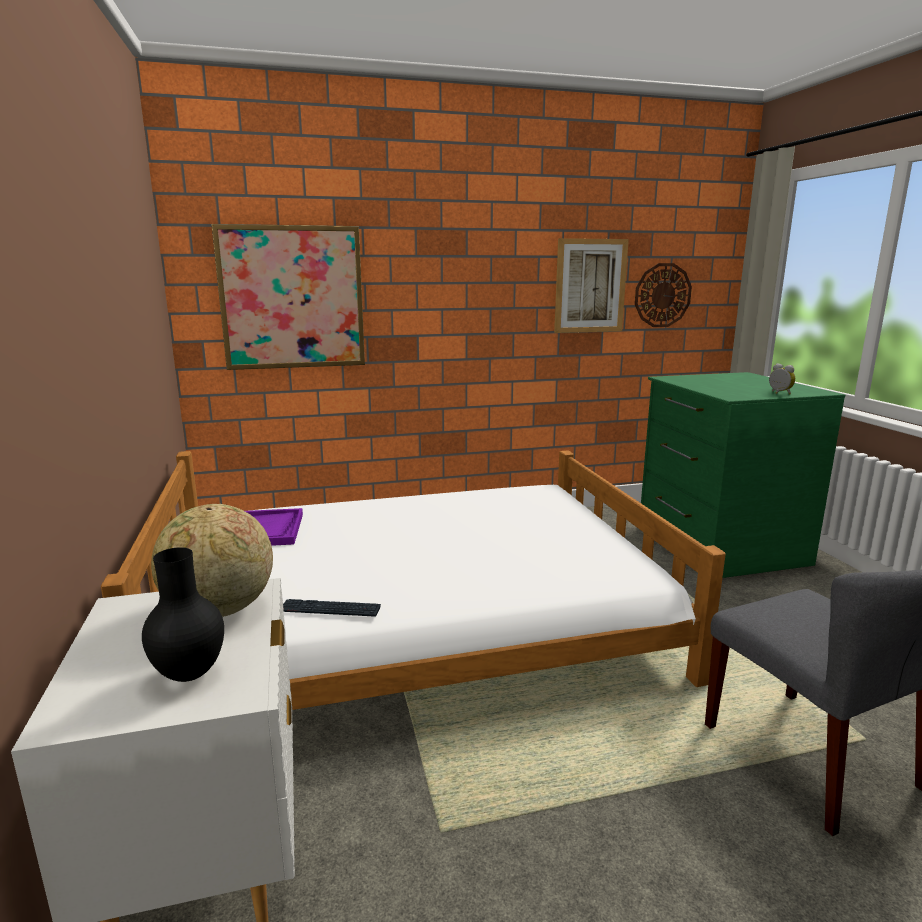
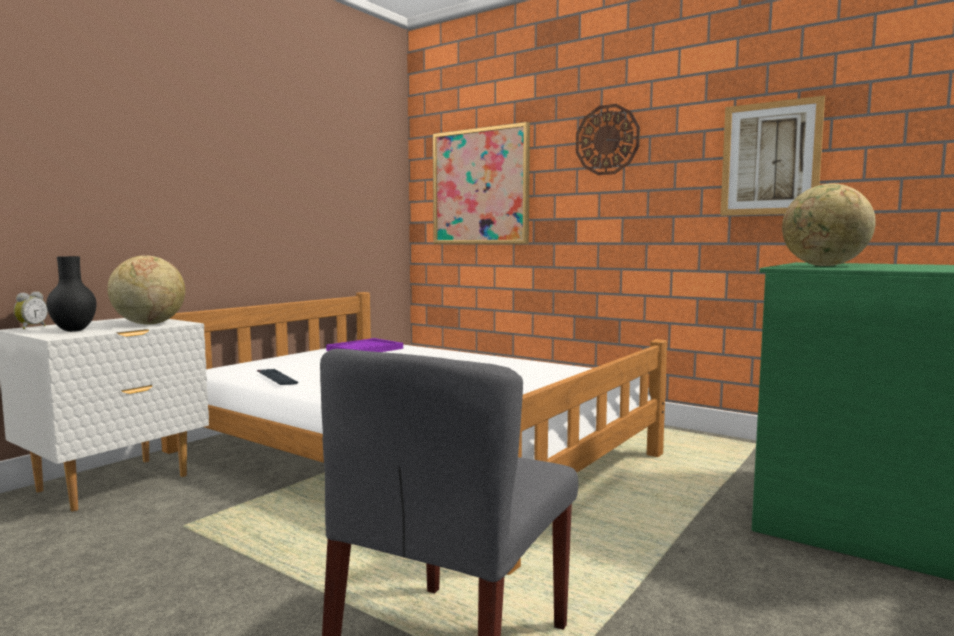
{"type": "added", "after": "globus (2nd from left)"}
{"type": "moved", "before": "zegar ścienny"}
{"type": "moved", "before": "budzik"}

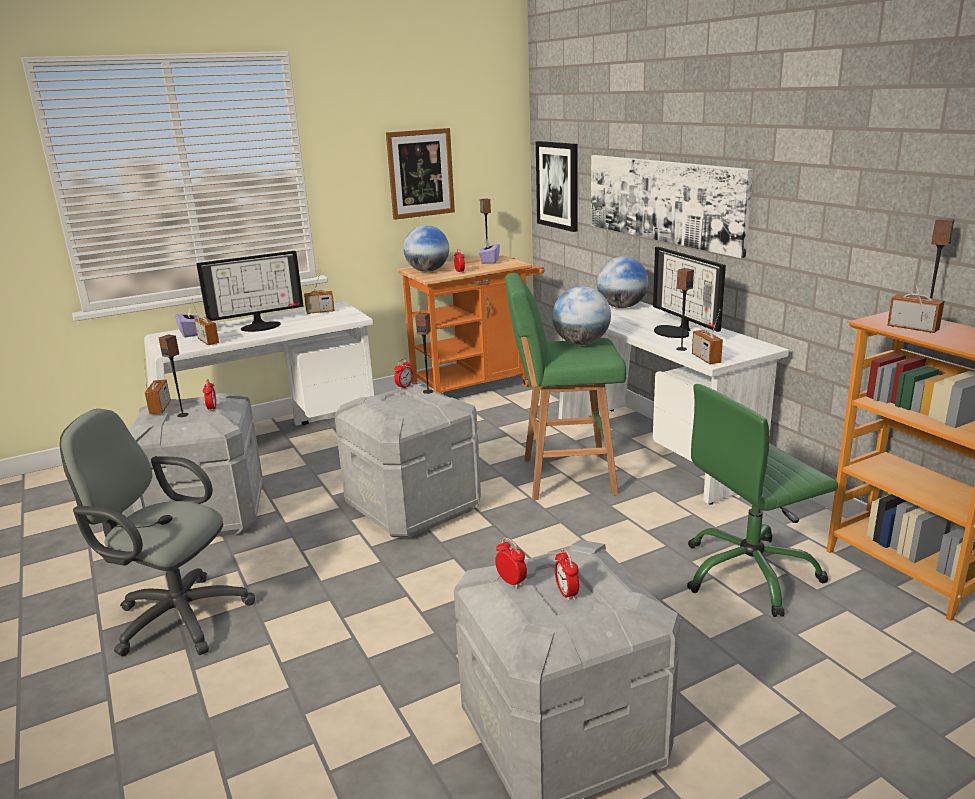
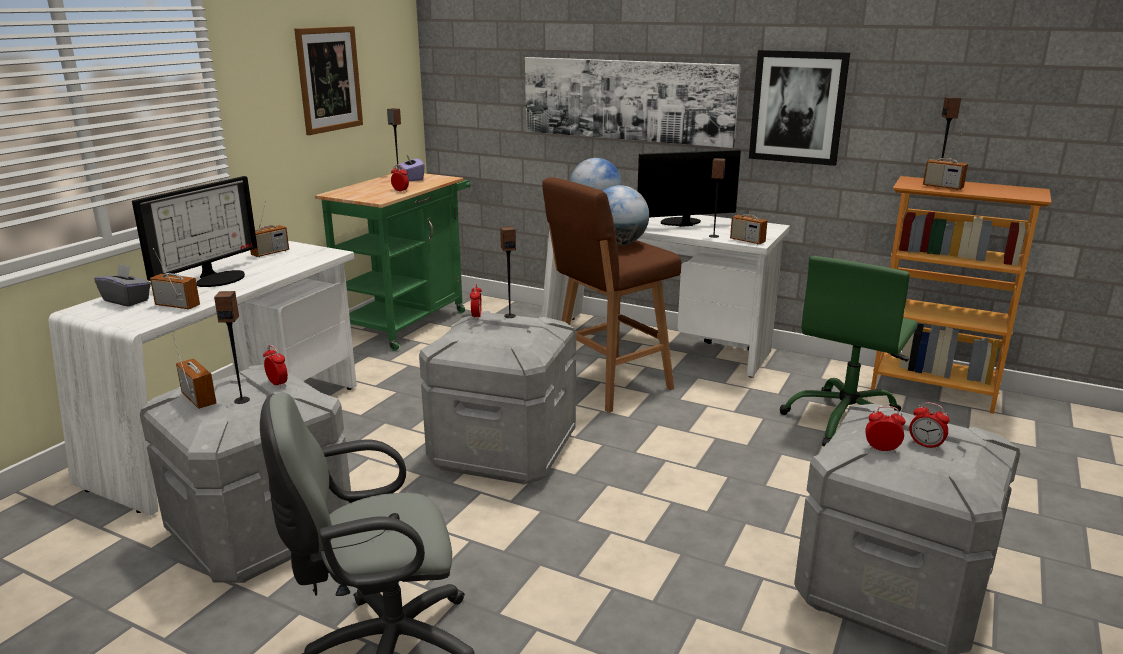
{"type": "removed", "before": "globus (1st from left)"}
{"type": "moved", "before": "obraz (2nd from left in the first image)", "after": "obraz (3rd from left)"}
{"type": "recoloured", "before": "pudełko chusteczek/fioletowy (1st from left)", "after": "pudełko chusteczek/szary"}
{"type": "recoloured", "before": "wózek/pomarańczowy", "after": "wózek/zielony"}
{"type": "recoloured", "before": "stołek/zielony", "after": "stołek/brązowy"}
{"type": "turned", "before": "monitor (2nd from left)", "turn": 135}
{"type": "turned", "before": "radio (5th from left)", "turn": -150}

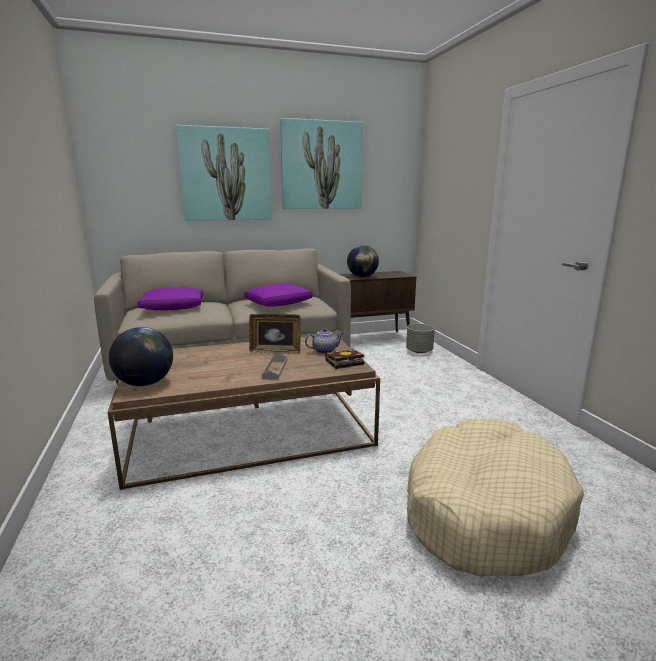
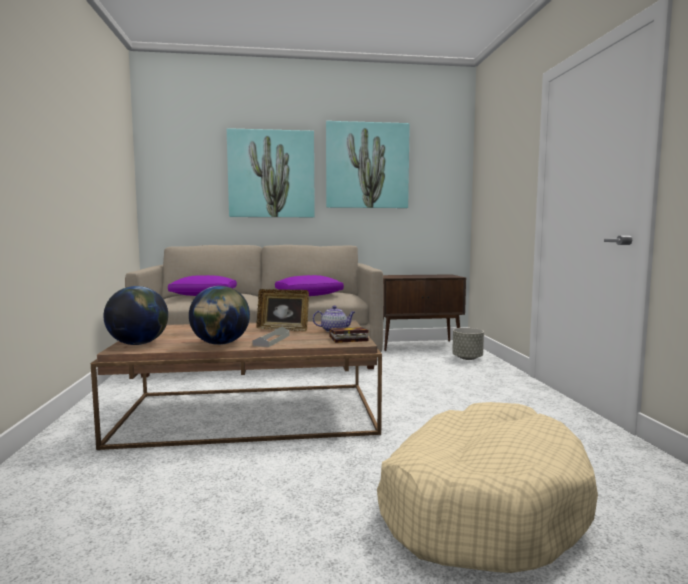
{"type": "moved", "before": "globus (2nd from left)"}

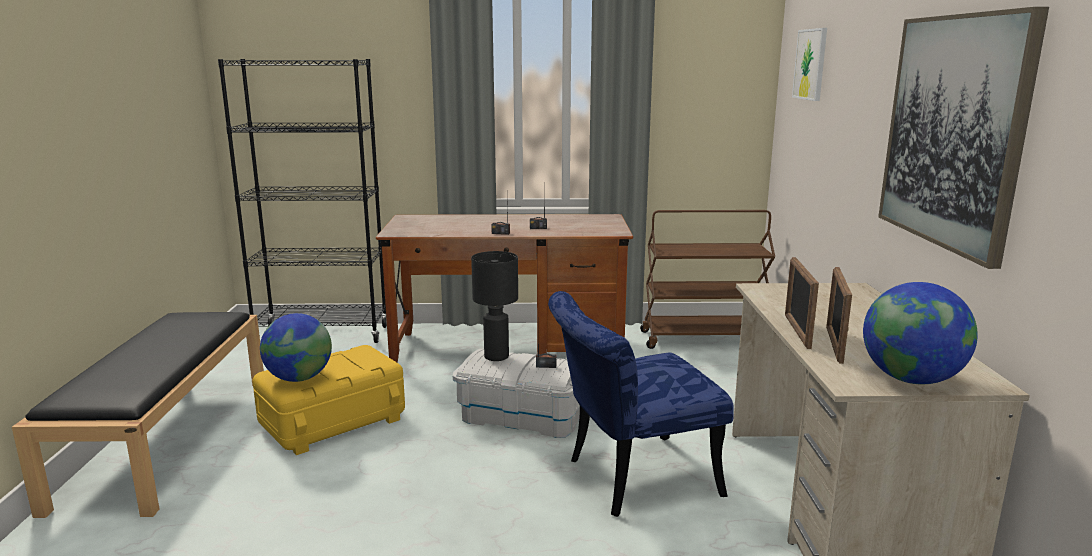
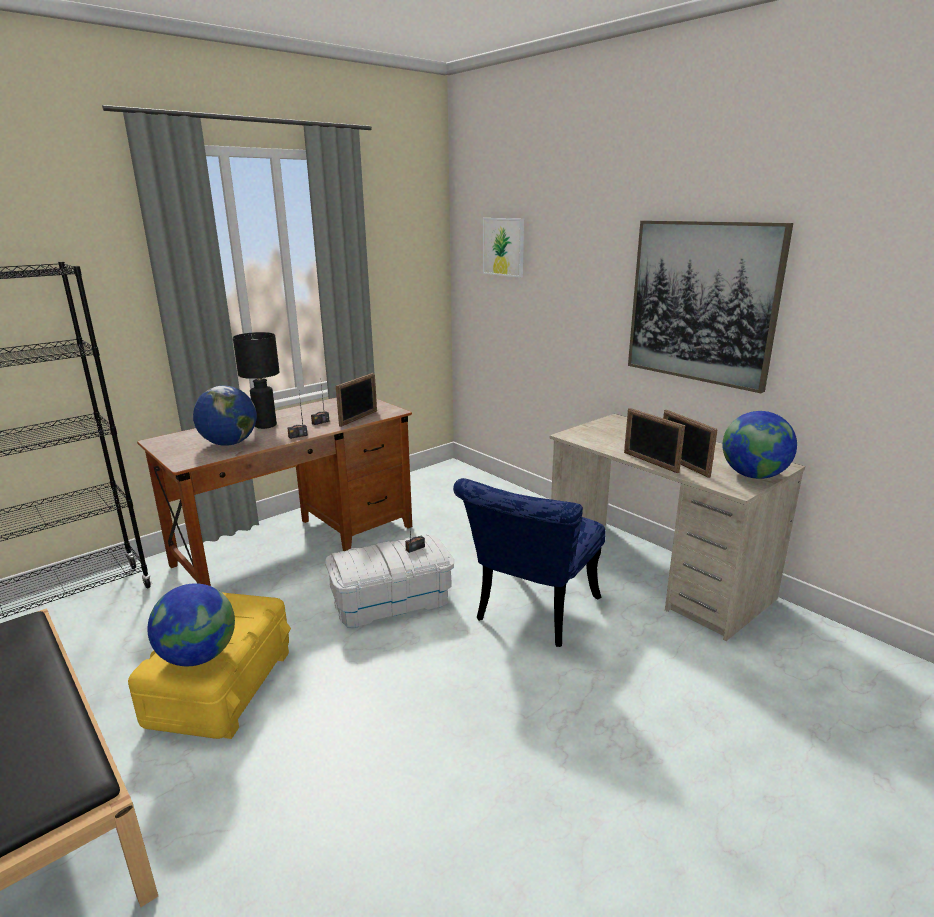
{"type": "removed", "before": "wózek/brązowy"}
{"type": "added", "after": "globus (2nd from left)"}
{"type": "added", "after": "ramka na zdjęcie (1st from left)"}
{"type": "moved", "before": "lampa stołowa/czarny"}

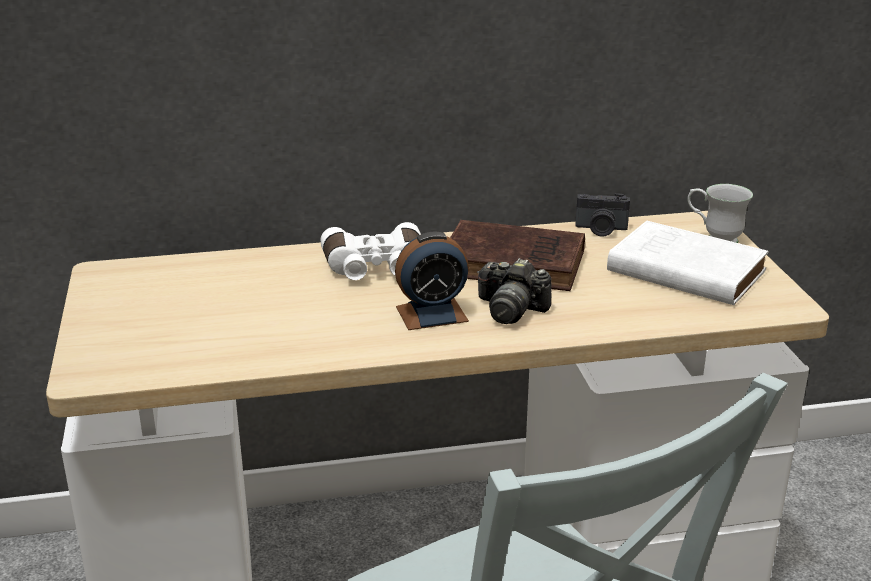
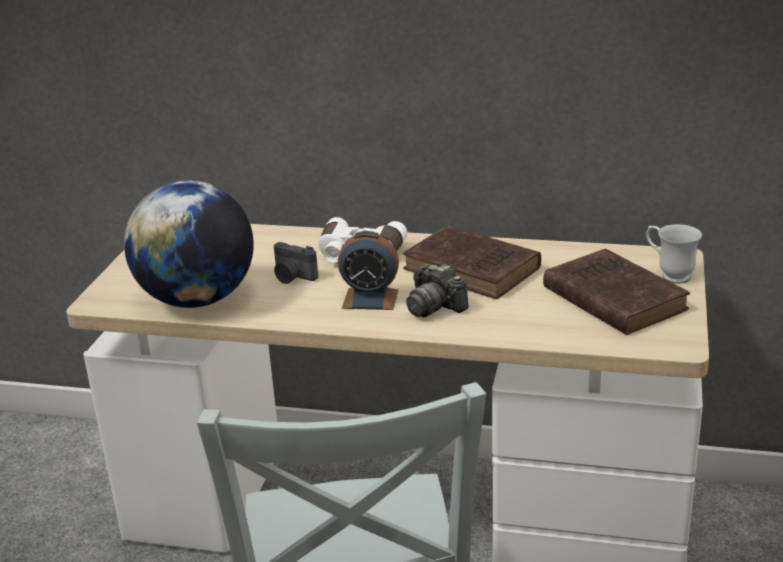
{"type": "added", "after": "globus"}
{"type": "moved", "before": "aparat fotograficzny (2nd from left in the first image)", "after": "aparat fotograficzny (1st from left)"}
{"type": "recoloured", "before": "książka/biały", "after": "książka/brązowy (2nd from left)"}

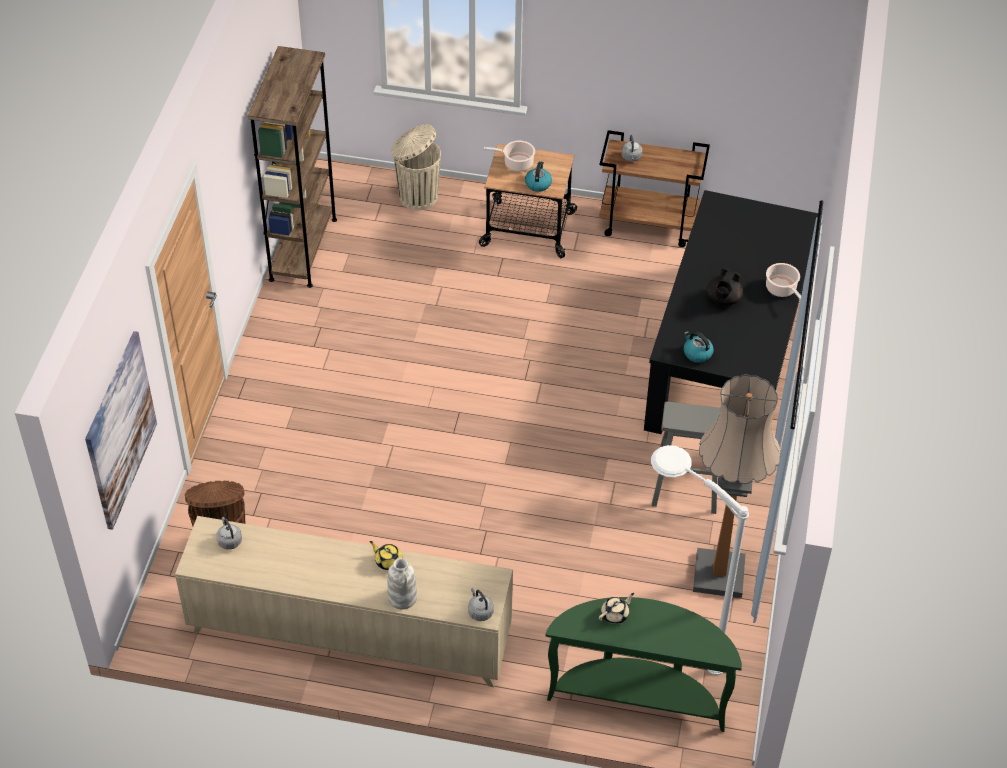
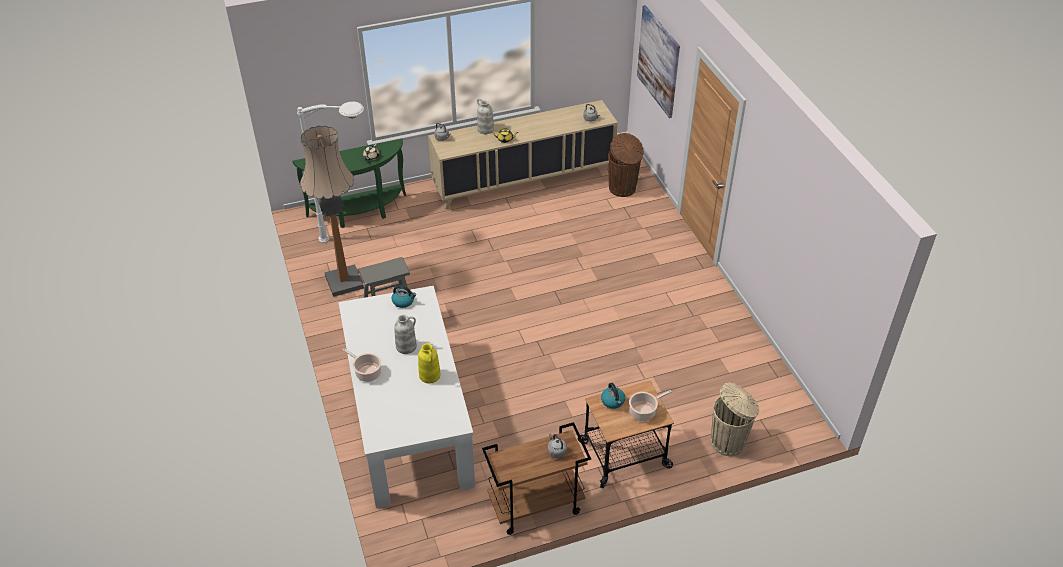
{"type": "removed", "before": "regał/brązowy"}
{"type": "added", "after": "wazon/żółty"}
{"type": "replaced", "before": "imbryk/czarny", "after": "wazon/biały (1st from left)"}
{"type": "recoloured", "before": "stół jadalny/czarny", "after": "stół jadalny/biały"}

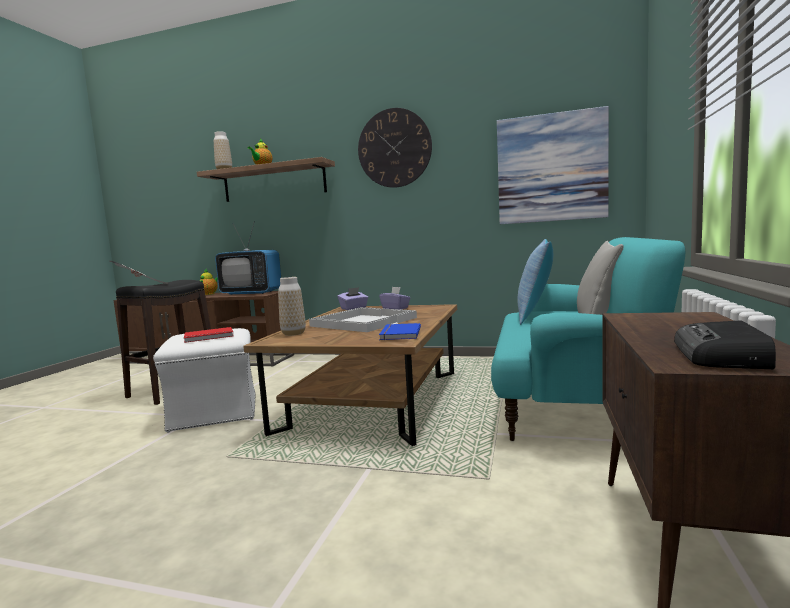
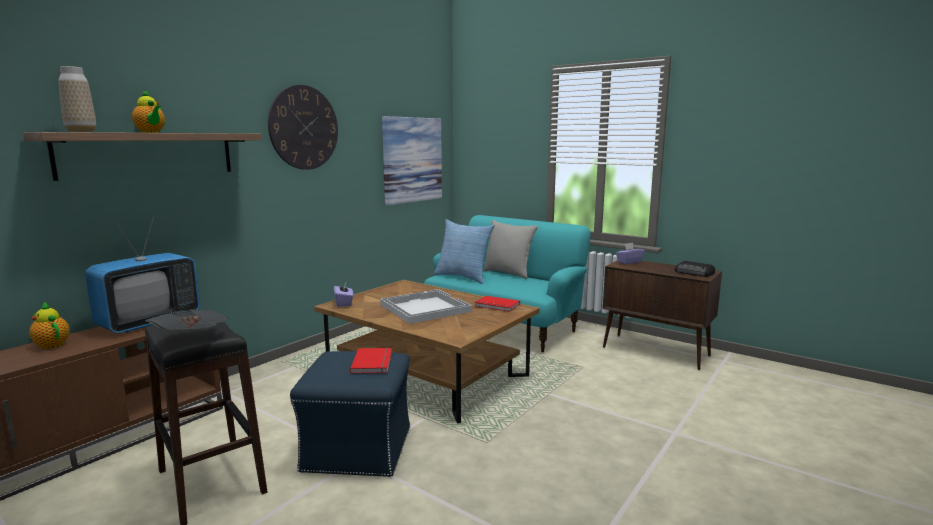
{"type": "removed", "before": "wazon (2nd from left)"}
{"type": "moved", "before": "pudełko chusteczek/fioletowy (2nd from left)"}
{"type": "recoloured", "before": "pufa/biały", "after": "pufa/niebieski"}
{"type": "recoloured", "before": "książka/niebieski", "after": "książka/czerwony (2nd from left)"}

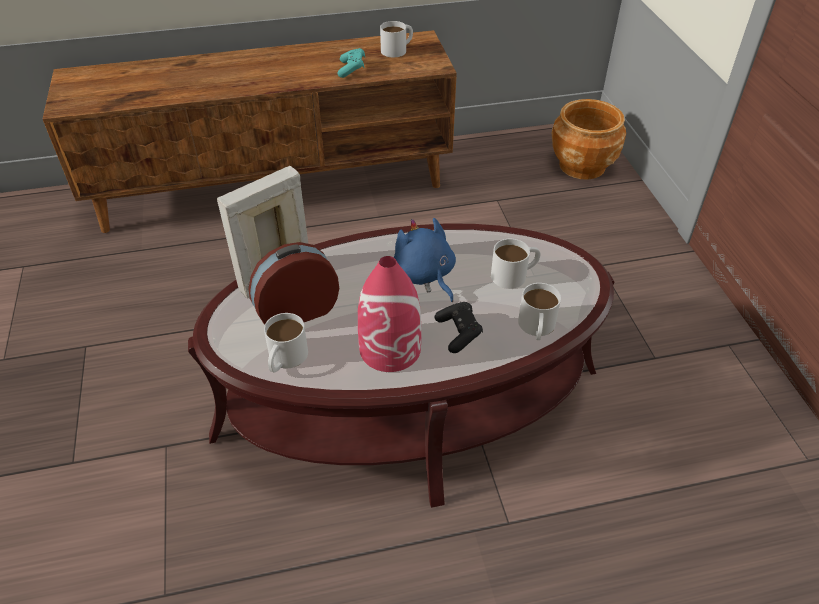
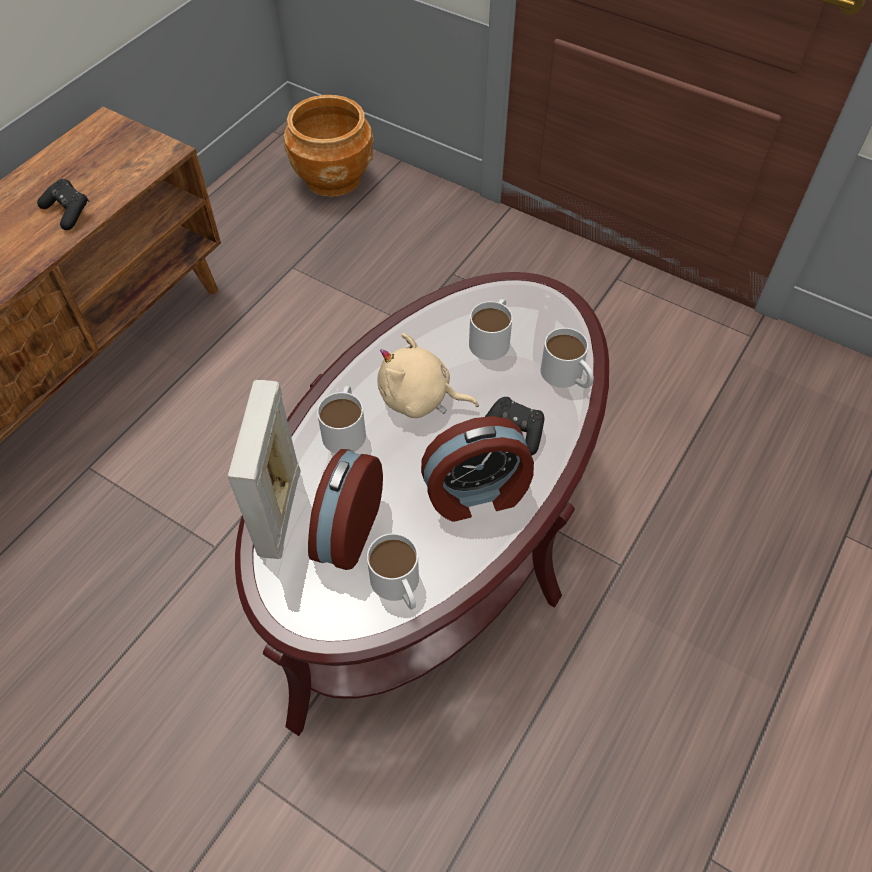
{"type": "moved", "before": "kubek/biały (2nd from left in the first image)", "after": "kubek/biały (1st from left)"}
{"type": "replaced", "before": "wazon/czerwony", "after": "budzik (2nd from left)"}
{"type": "recoloured", "before": "pad do gier/turkusowy", "after": "pad do gier/czarny (1st from left)"}
{"type": "recoloured", "before": "pluszak/niebieski", "after": "pluszak/beżowy"}

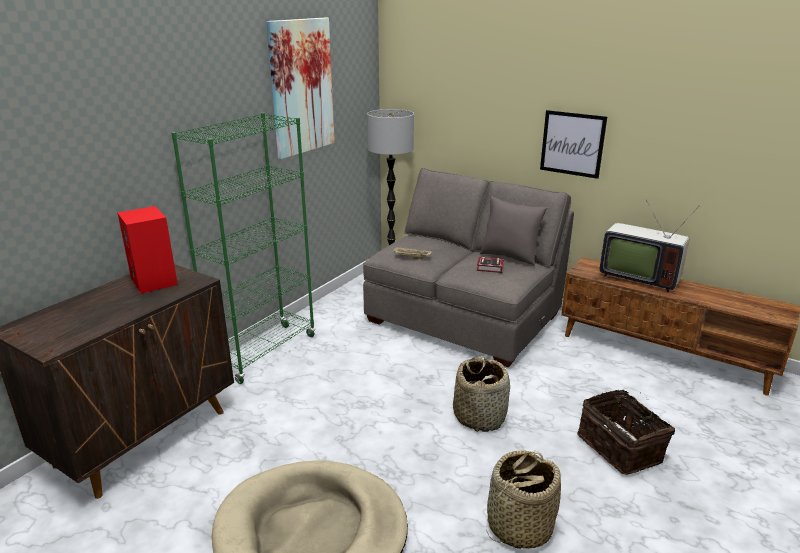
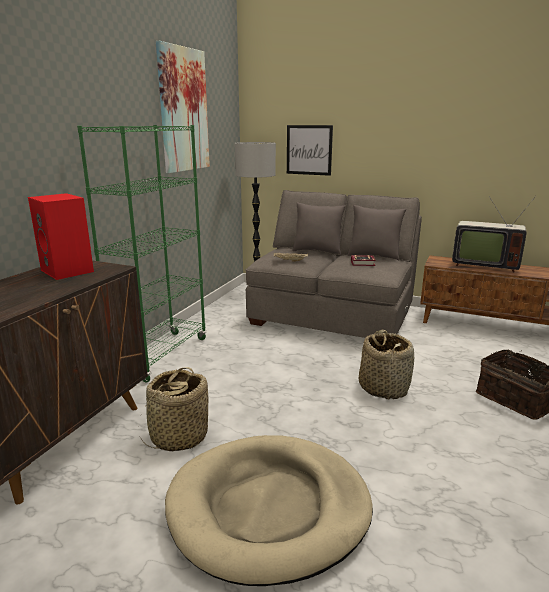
{"type": "added", "after": "poduszka/szary (1st from left)"}
{"type": "moved", "before": "koszyk (2nd from left in the first image)", "after": "koszyk (1st from left)"}
{"type": "moved", "before": "obraz (2nd from left)"}

